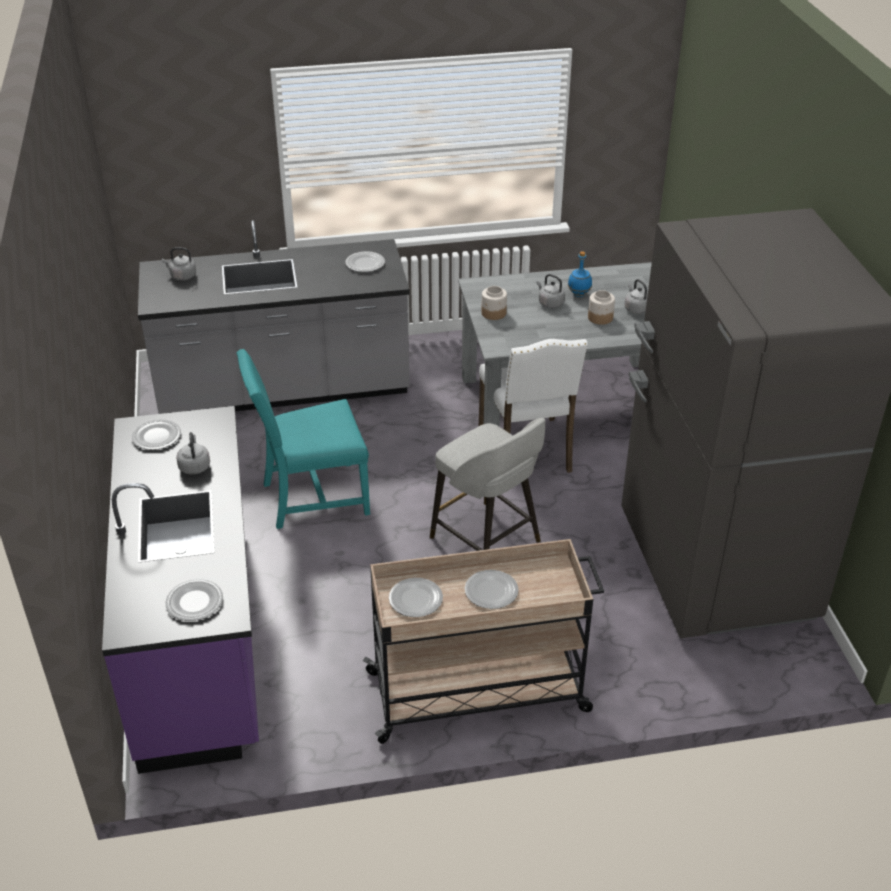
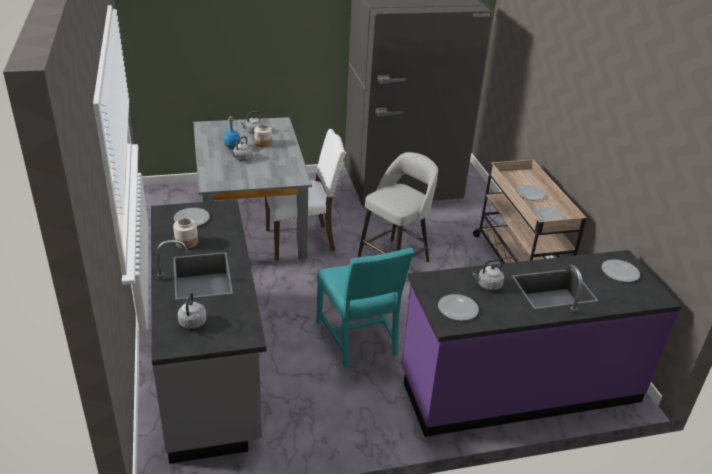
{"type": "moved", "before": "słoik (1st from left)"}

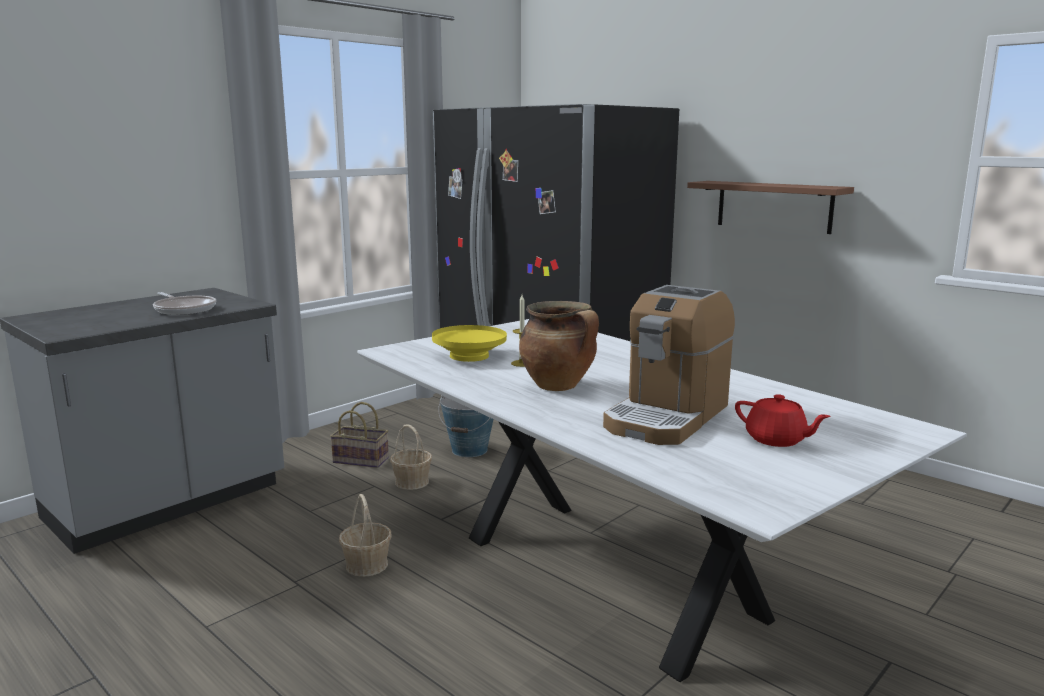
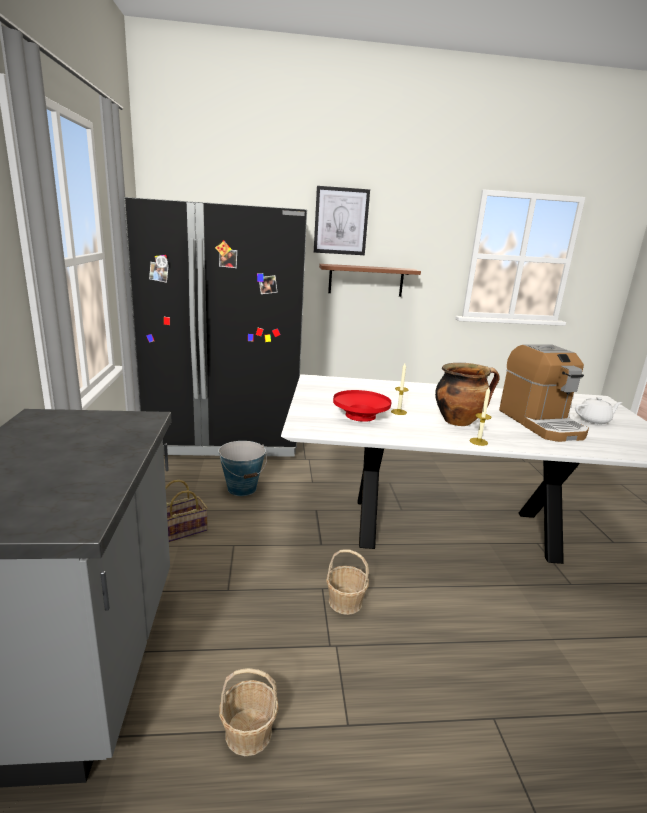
{"type": "removed", "before": "patelnia"}
{"type": "added", "after": "obraz"}
{"type": "added", "after": "świeca (2nd from left)"}
{"type": "moved", "before": "koszyk (3rd from left in the first image)", "after": "koszyk (2nd from left)"}
{"type": "recoloured", "before": "miska/żółty", "after": "miska/czerwony"}
{"type": "recoloured", "before": "imbryk/czerwony", "after": "imbryk/biały"}

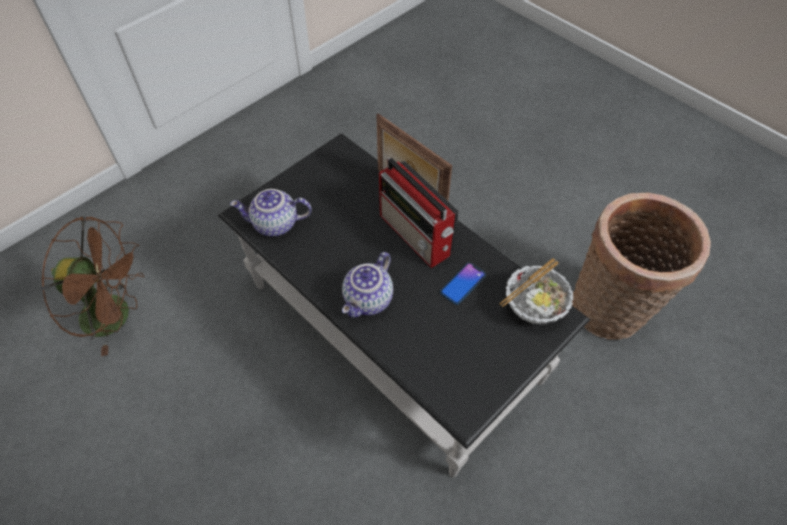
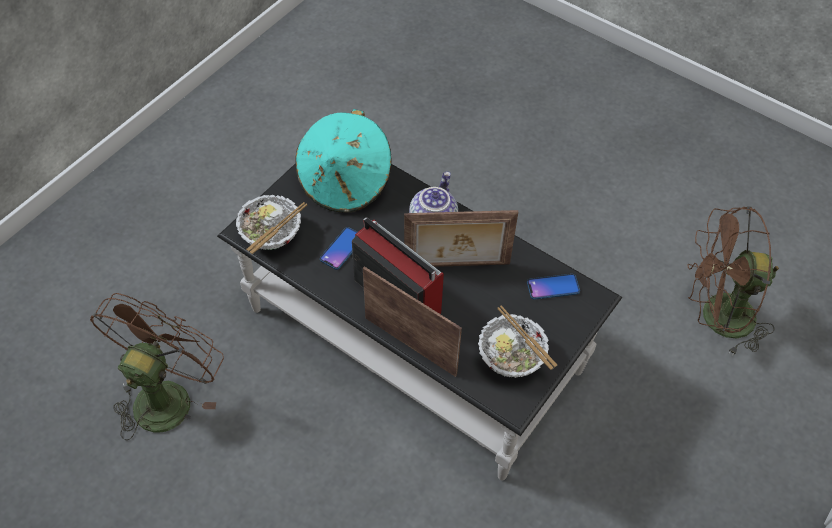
{"type": "added", "after": "kapelusz/turkusowy"}
{"type": "added", "after": "ramka na zdjęcie (2nd from left)"}
{"type": "added", "after": "miska (2nd from left)"}
{"type": "replaced", "before": "imbryk (1st from left)", "after": "telefon (2nd from left)"}
{"type": "replaced", "before": "koszyk", "after": "wentylator/brązowy (1st from left)"}

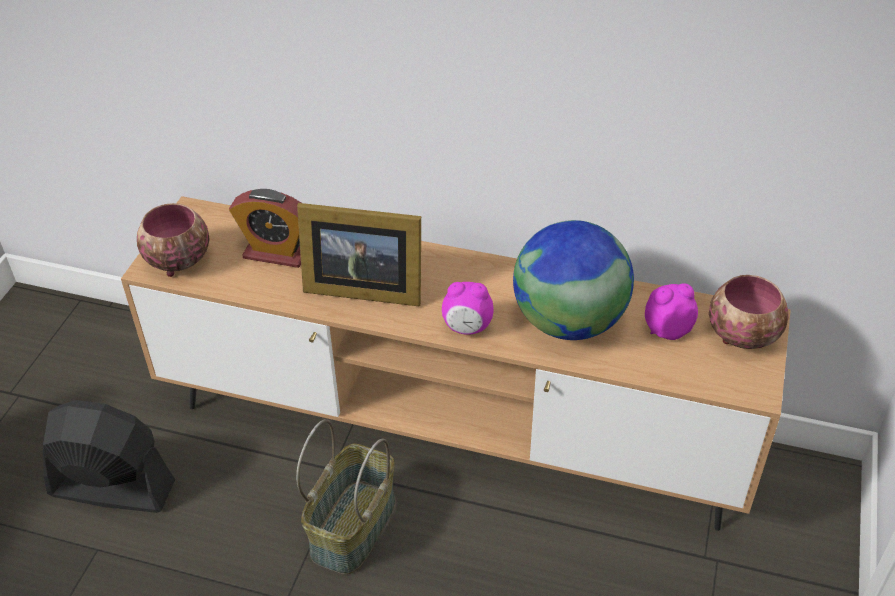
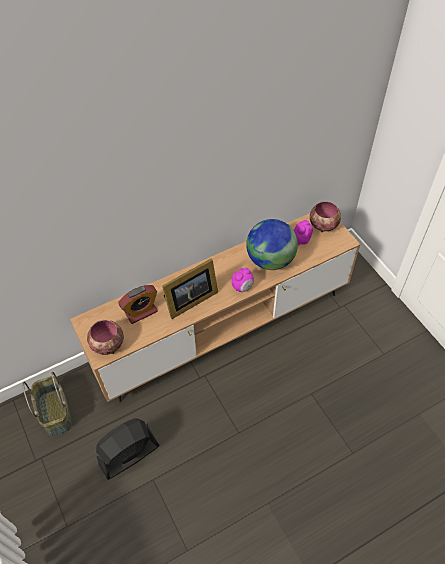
{"type": "moved", "before": "koszyk"}

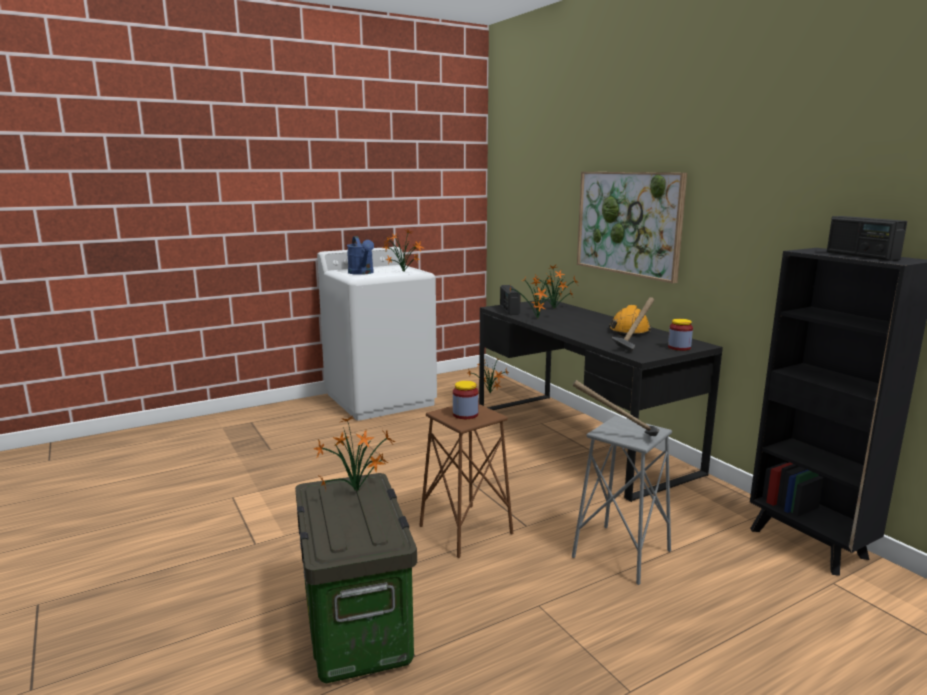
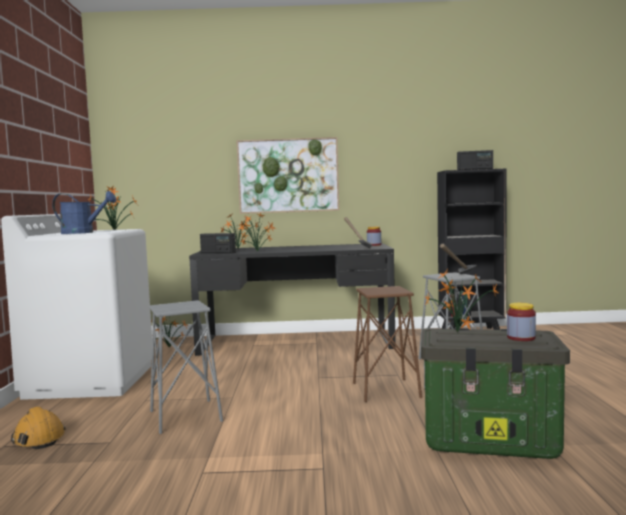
{"type": "added", "after": "stołek/szary (1st from left)"}
{"type": "moved", "before": "słoik (1st from left in the first image)", "after": "słoik (2nd from left)"}
{"type": "moved", "before": "kask/pomarańczowy"}

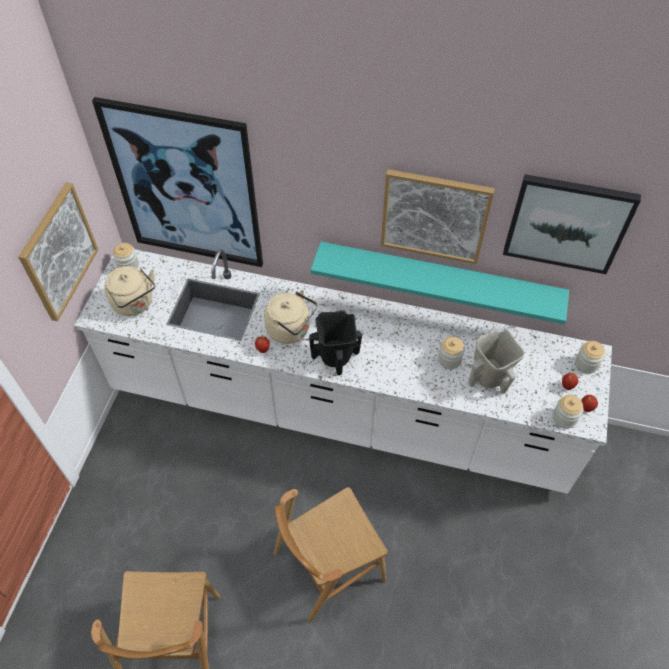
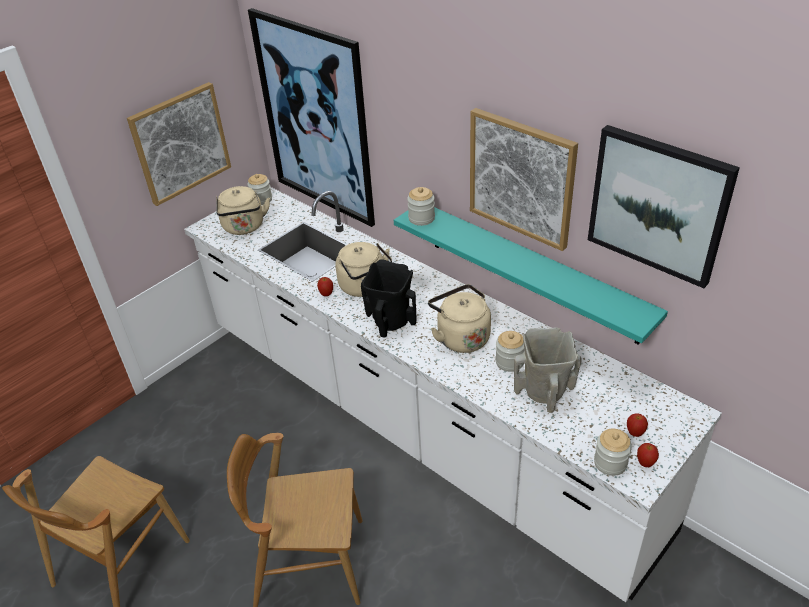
{"type": "added", "after": "czajnik/beżowy (3rd from left)"}
{"type": "moved", "before": "słoik (4th from left in the first image)", "after": "słoik (2nd from left)"}

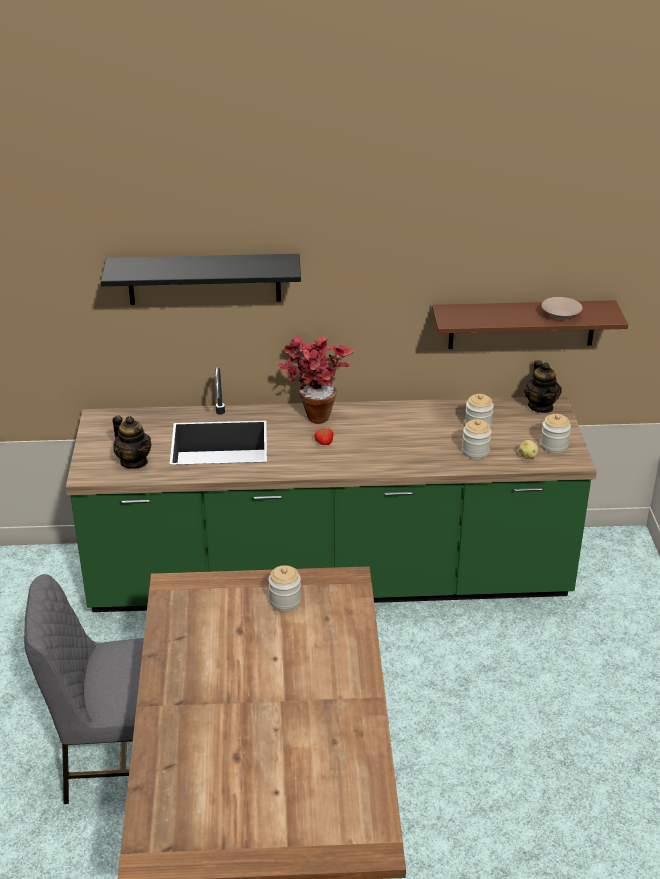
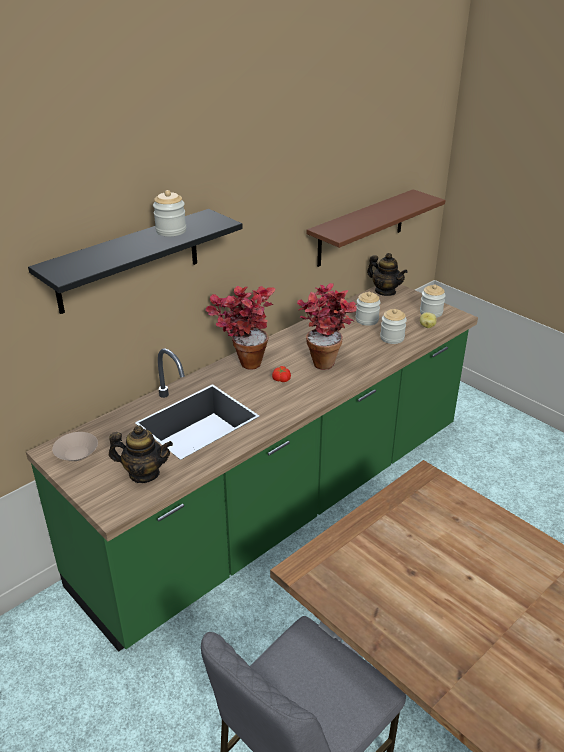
{"type": "added", "after": "roślina doniczkowa (2nd from left)"}
{"type": "moved", "before": "słoik (1st from left)"}
{"type": "moved", "before": "miska/beżowy"}

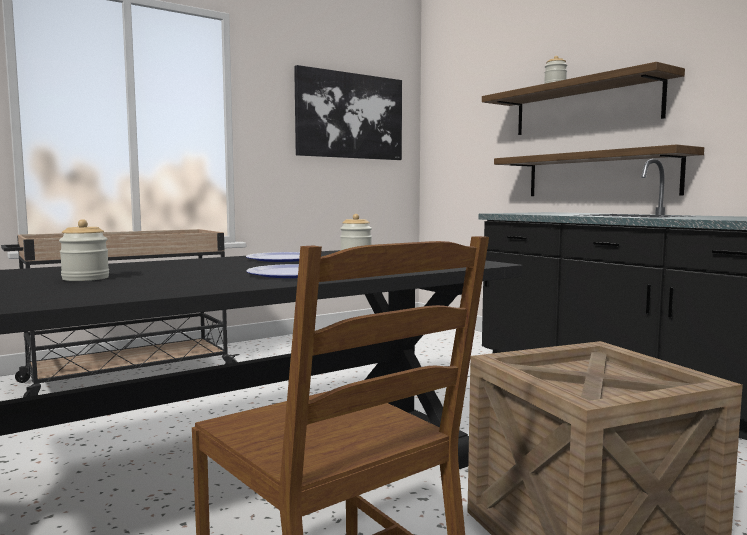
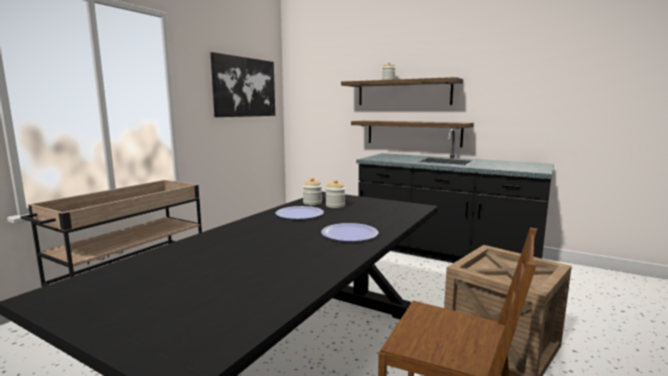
{"type": "moved", "before": "słoik (1st from left)"}

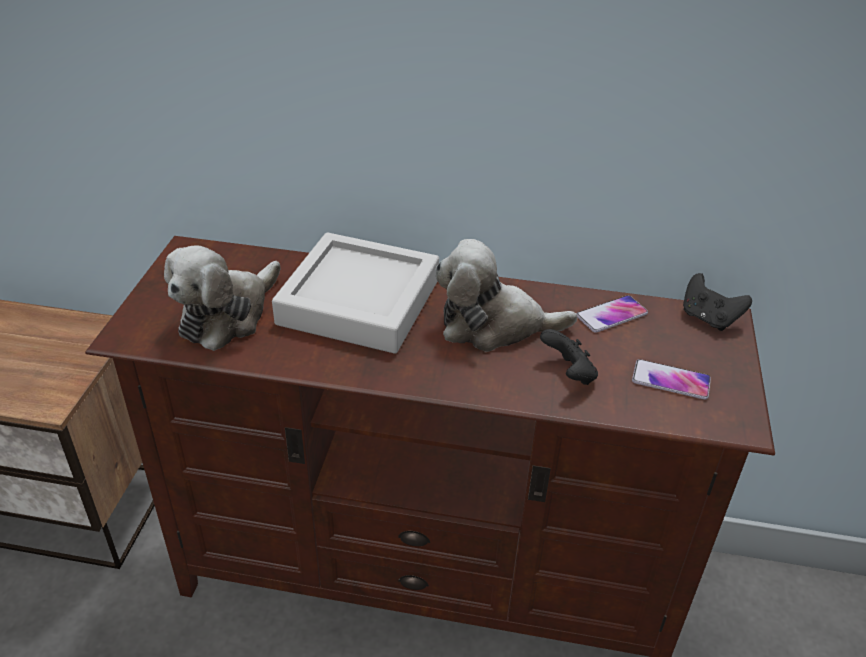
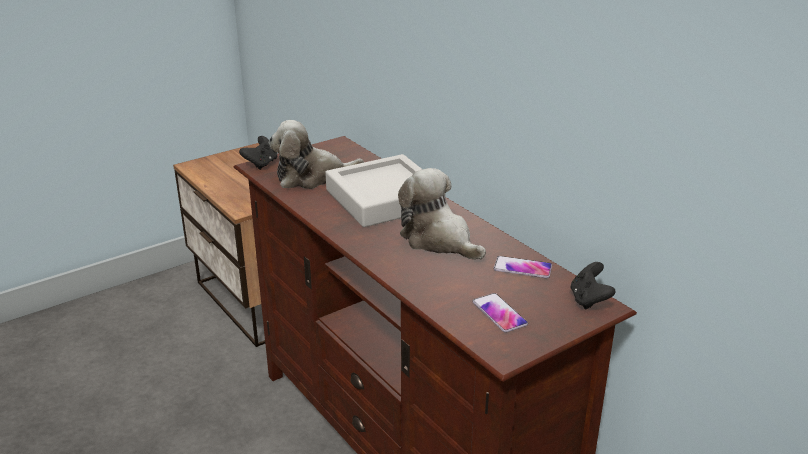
{"type": "moved", "before": "pad do gier/czarny (1st from left)"}

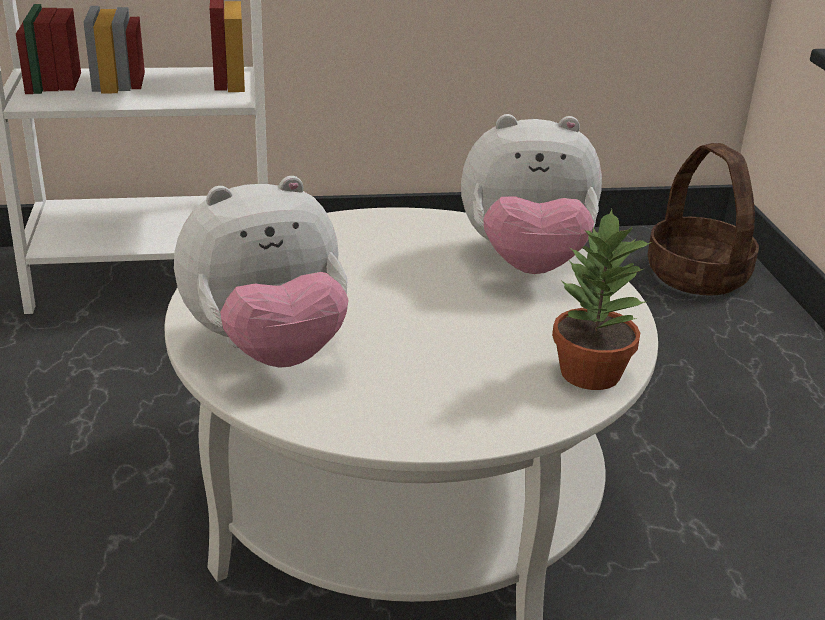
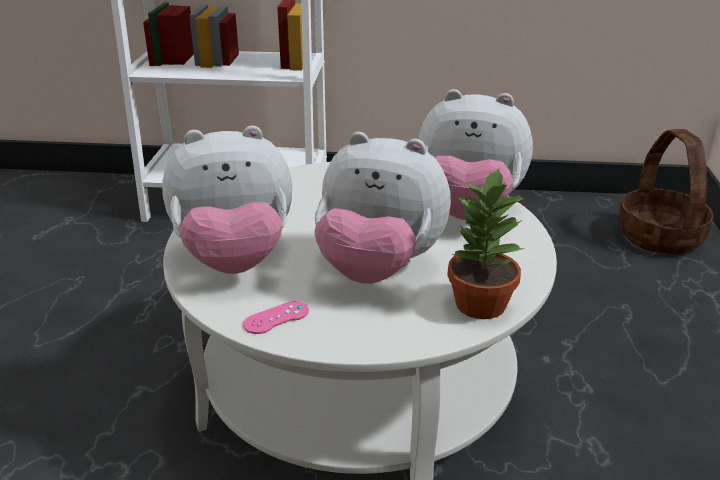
{"type": "added", "after": "pad do gier/różowy"}
{"type": "added", "after": "pluszak (2nd from left)"}

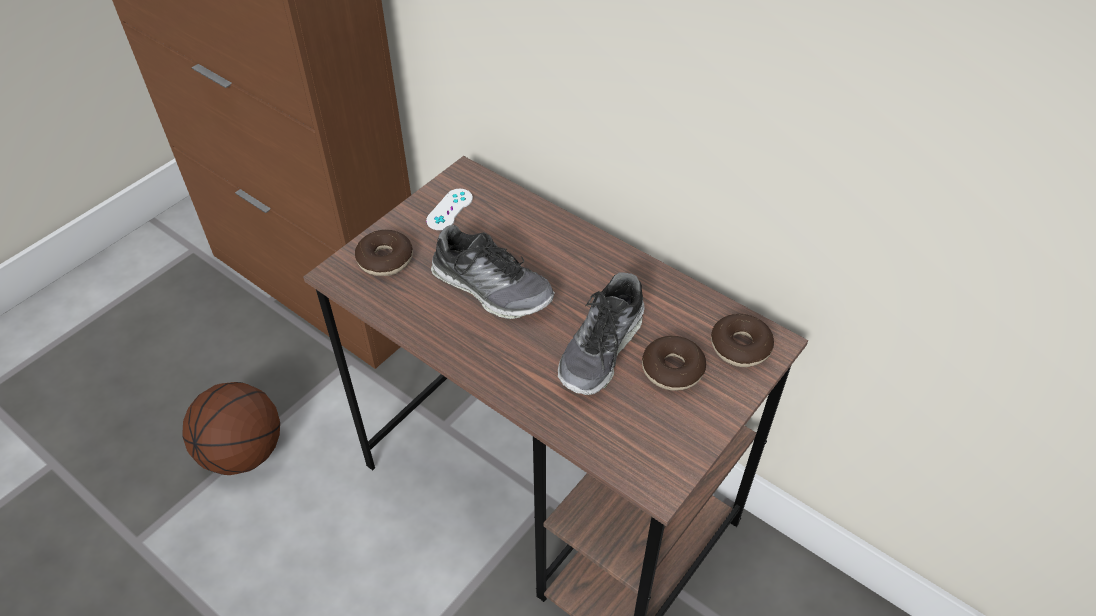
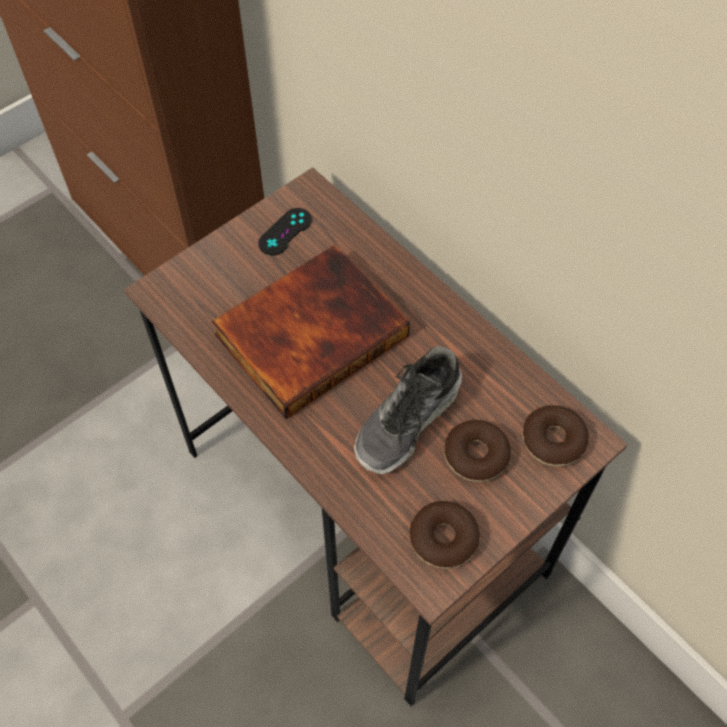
{"type": "removed", "before": "piłka do koszykówki"}
{"type": "moved", "before": "donut (1st from left)"}
{"type": "replaced", "before": "but (1st from left)", "after": "książka"}
{"type": "recoloured", "before": "pad do gier/biały", "after": "pad do gier/czarny"}

